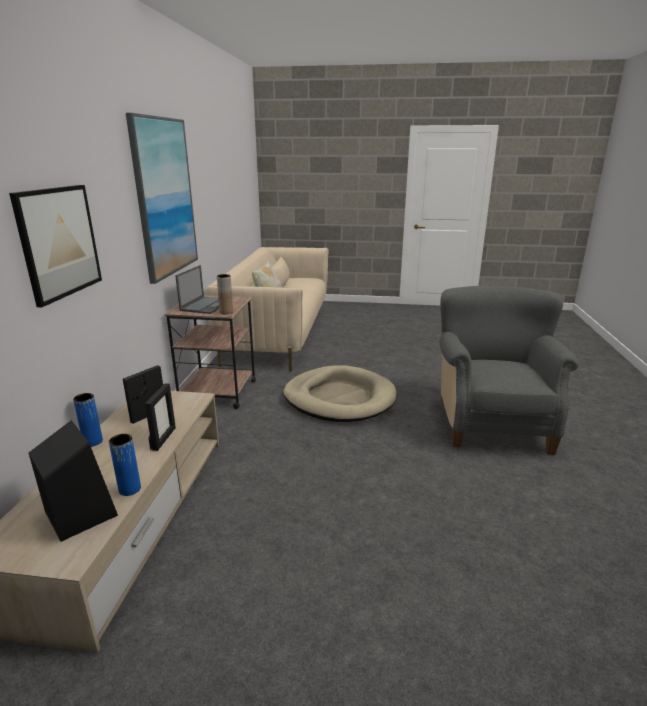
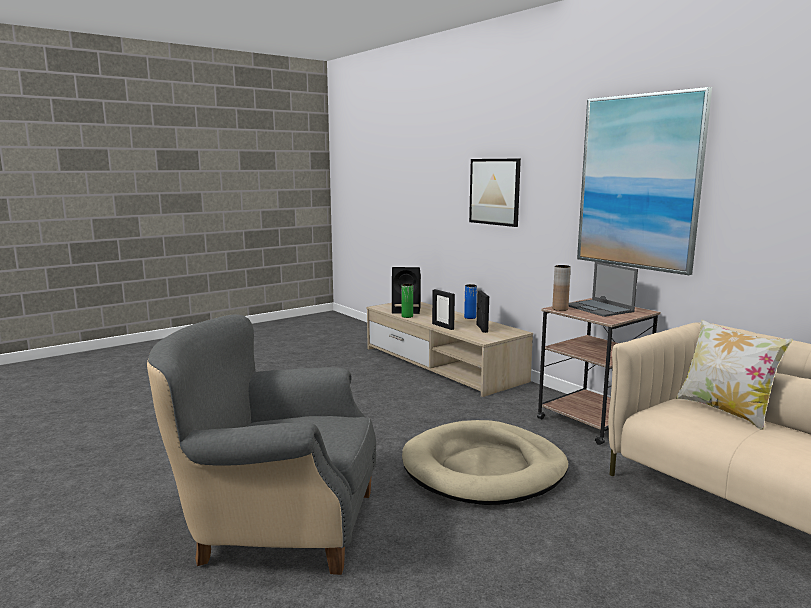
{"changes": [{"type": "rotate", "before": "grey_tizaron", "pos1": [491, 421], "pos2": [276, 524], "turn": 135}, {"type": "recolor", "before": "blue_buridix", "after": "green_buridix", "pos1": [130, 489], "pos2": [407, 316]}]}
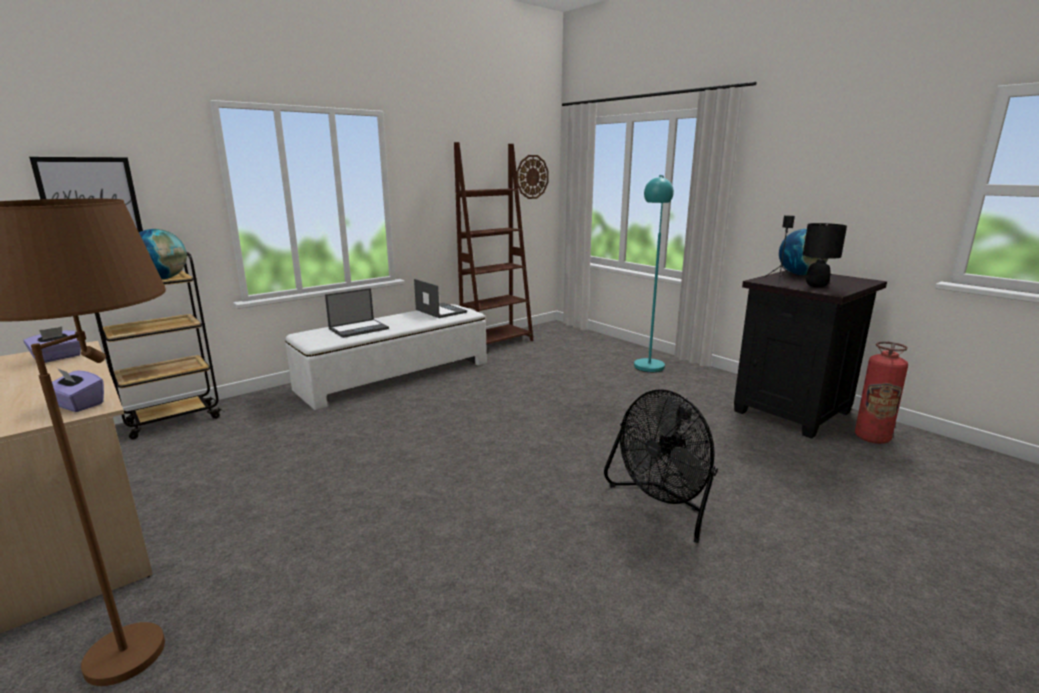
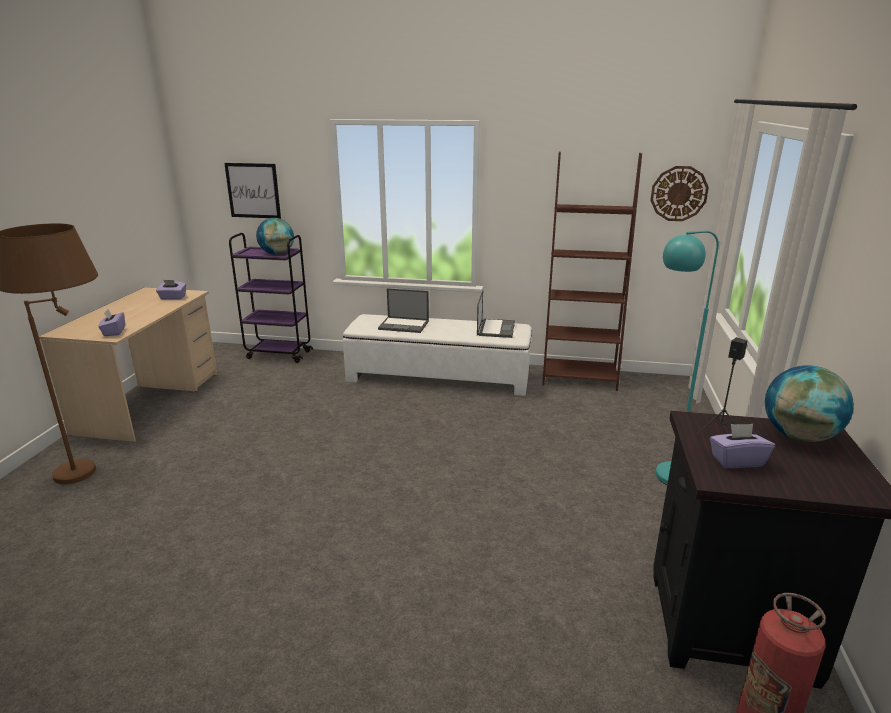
{"changes": [{"type": "recolor", "before": "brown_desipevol", "after": "purple_desipevol", "pos1": [174, 420], "pos2": [280, 355]}, {"type": "replace", "before": "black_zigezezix", "after": "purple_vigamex", "pos1": [817, 286], "pos2": [736, 461]}, {"type": "delete", "before": "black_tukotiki", "pos1": [663, 502]}]}
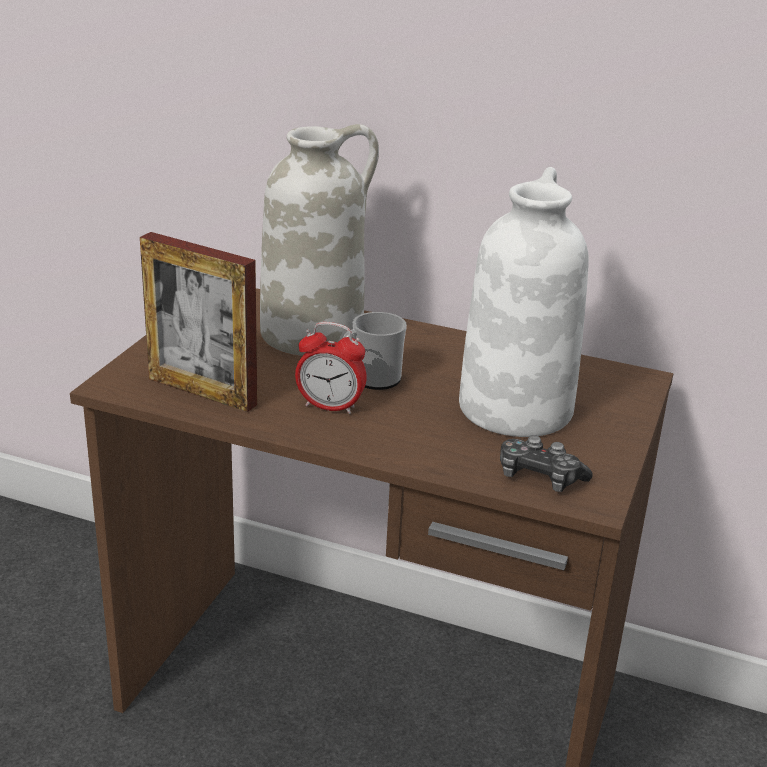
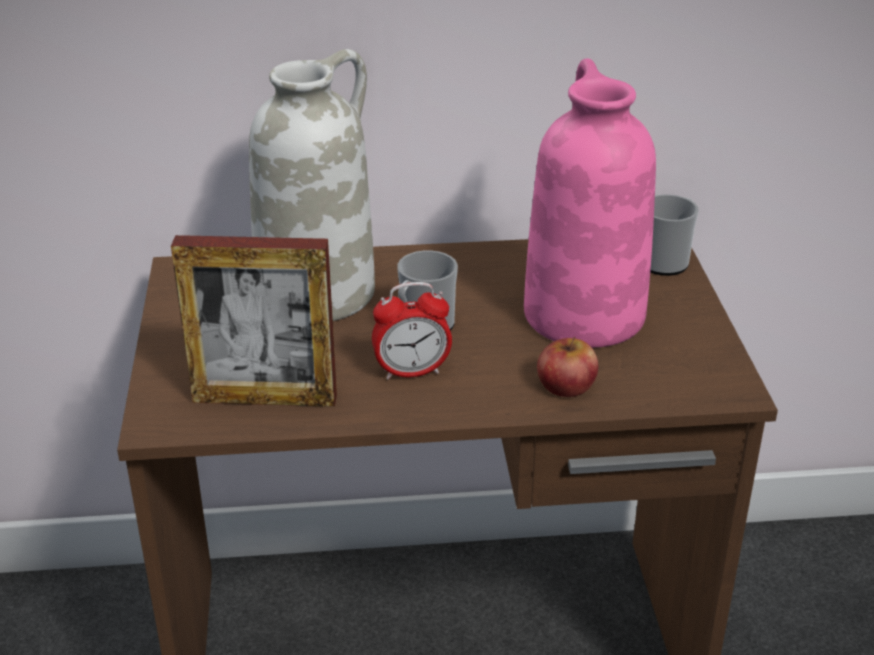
{"changes": [{"type": "recolor", "before": "white_buridix", "after": "pink_buridix", "pos1": [514, 407], "pos2": [582, 313]}, {"type": "insert", "after": "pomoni", "pos2": [566, 385]}, {"type": "insert", "after": "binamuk", "pos2": [667, 260]}, {"type": "delete", "before": "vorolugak", "pos1": [539, 477]}]}
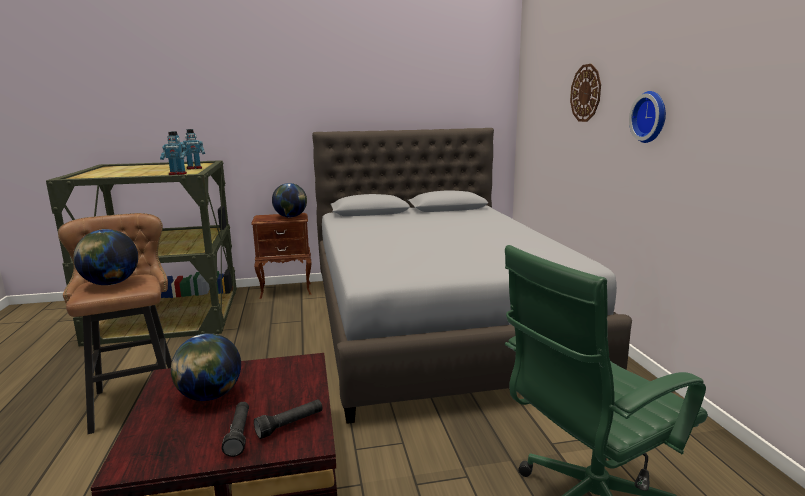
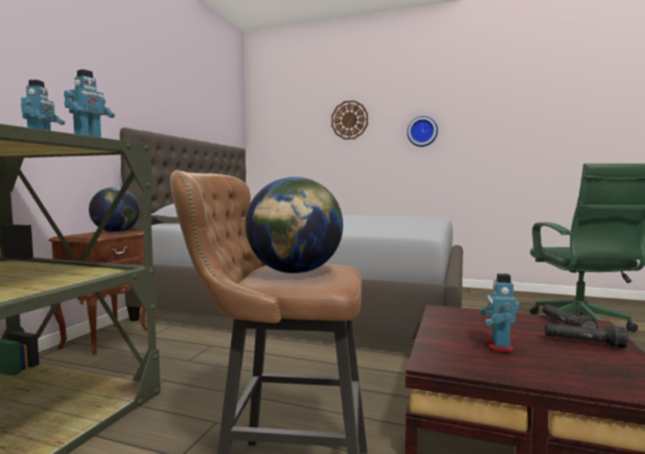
{"changes": [{"type": "replace", "before": "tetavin", "after": "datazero", "pos1": [210, 396], "pos2": [498, 347]}]}
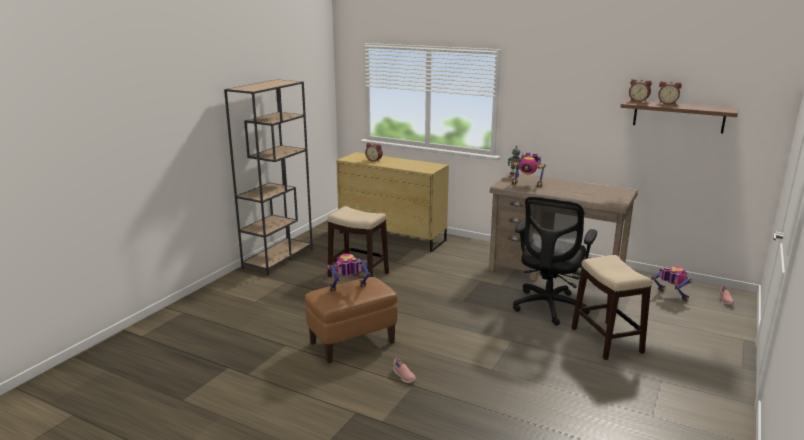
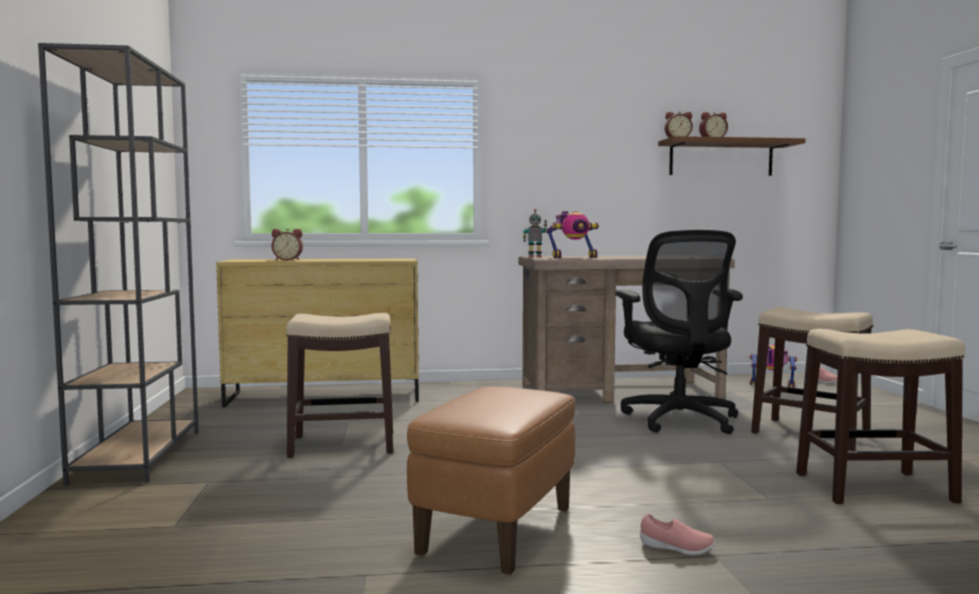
{"changes": [{"type": "insert", "after": "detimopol", "pos2": [872, 487]}, {"type": "delete", "before": "datazero", "pos1": [348, 290]}]}
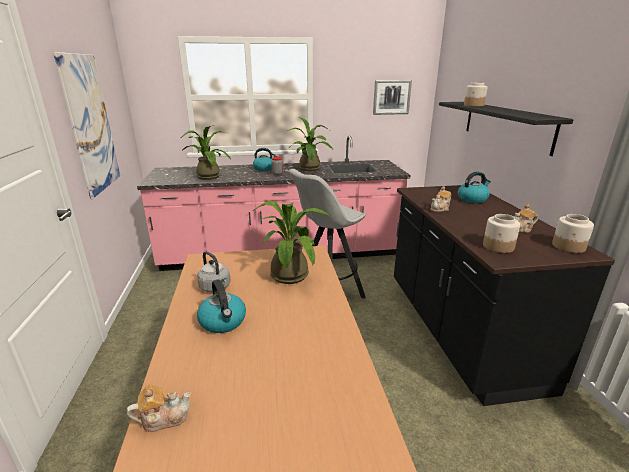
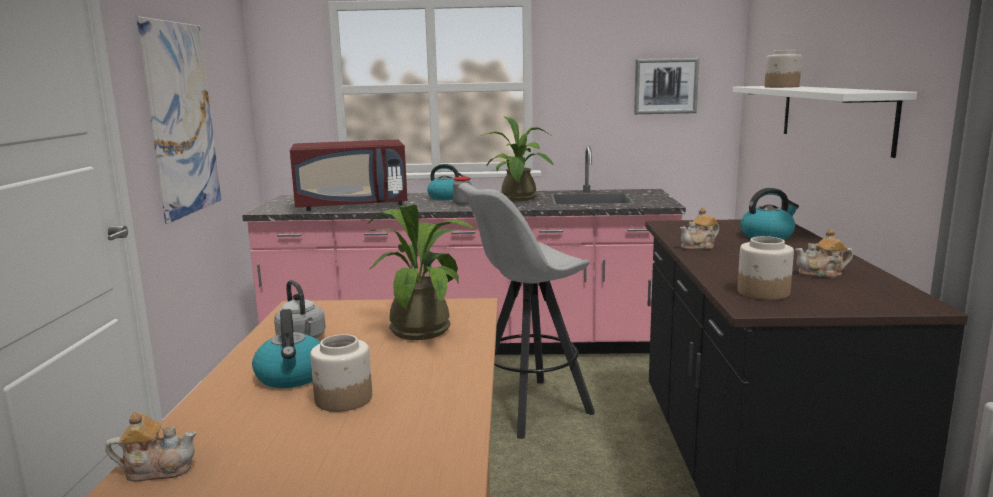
{"changes": [{"type": "replace", "before": "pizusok", "after": "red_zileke", "pos1": [208, 176], "pos2": [352, 205]}, {"type": "move", "before": "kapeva", "pos1": [568, 247], "pos2": [343, 399]}, {"type": "recolor", "before": "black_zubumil", "after": "white_zubumil", "pos1": [506, 125], "pos2": [833, 116]}]}
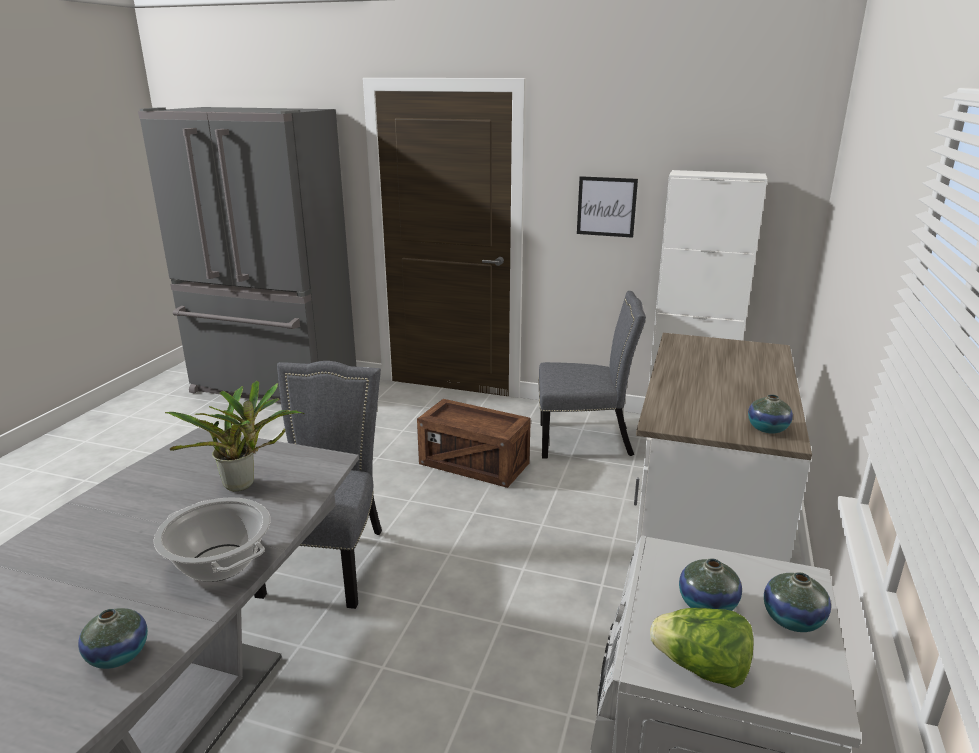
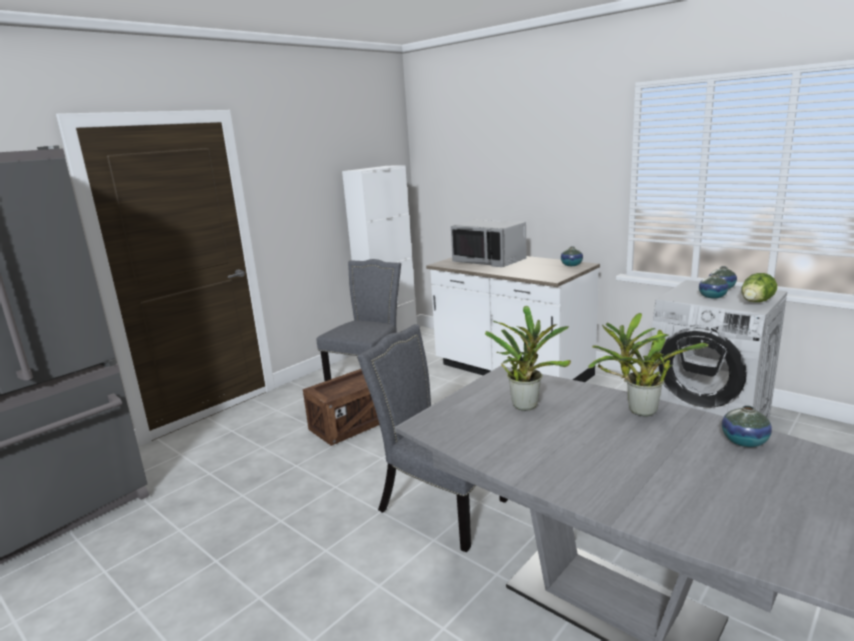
{"changes": [{"type": "insert", "after": "grey_zileke", "pos2": [490, 261]}, {"type": "replace", "before": "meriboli", "after": "pizusok", "pos1": [219, 563], "pos2": [638, 411]}, {"type": "delete", "before": "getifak", "pos1": [606, 206]}]}
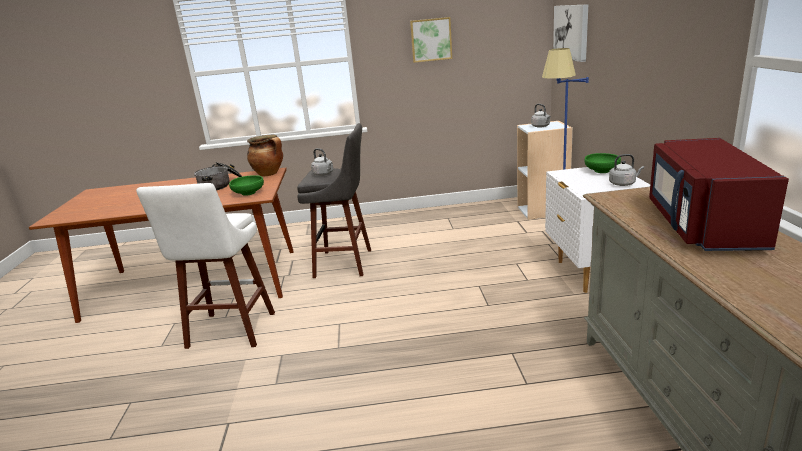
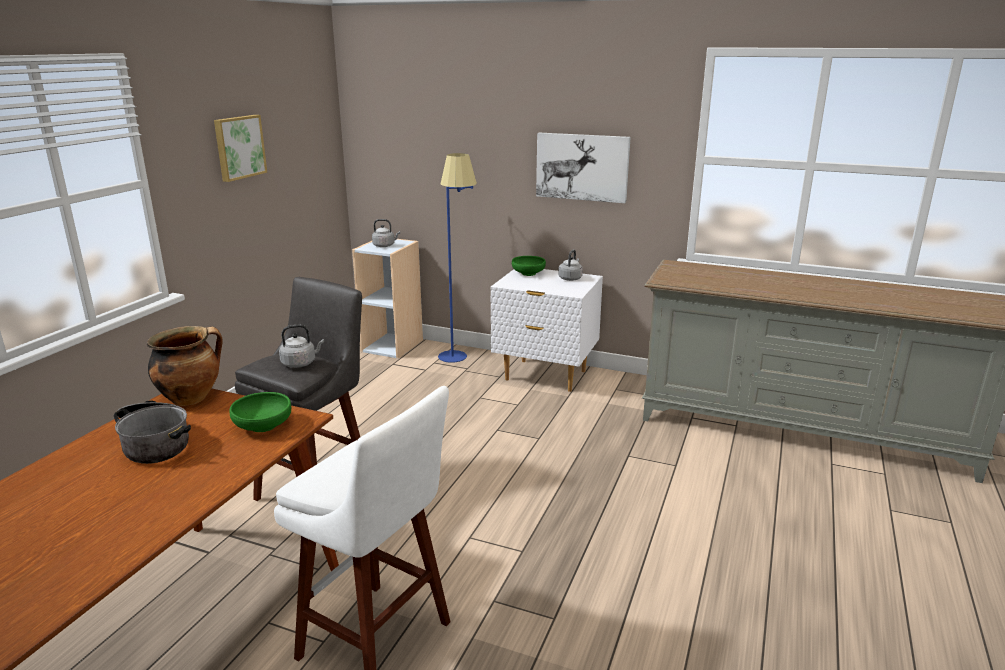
{"changes": [{"type": "move", "before": "getifak", "pos1": [571, 32], "pos2": [582, 167]}, {"type": "delete", "before": "red_zileke", "pos1": [701, 225]}]}
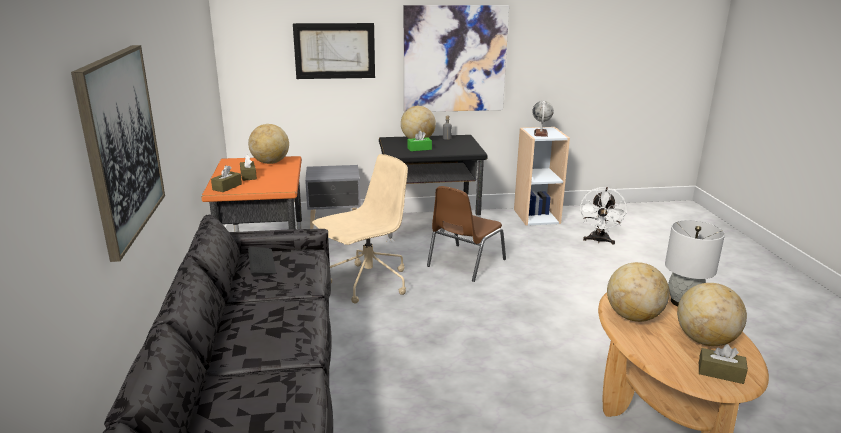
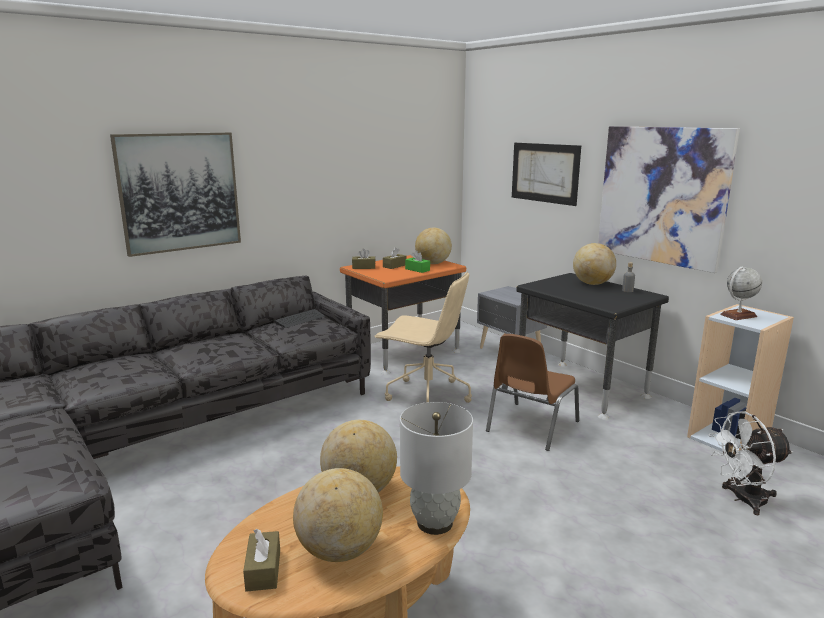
{"changes": [{"type": "move", "before": "green_vigamex", "pos1": [419, 149], "pos2": [417, 269]}, {"type": "rotate", "before": "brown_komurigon", "pos1": [464, 263], "pos2": [530, 426], "turn": -60}]}
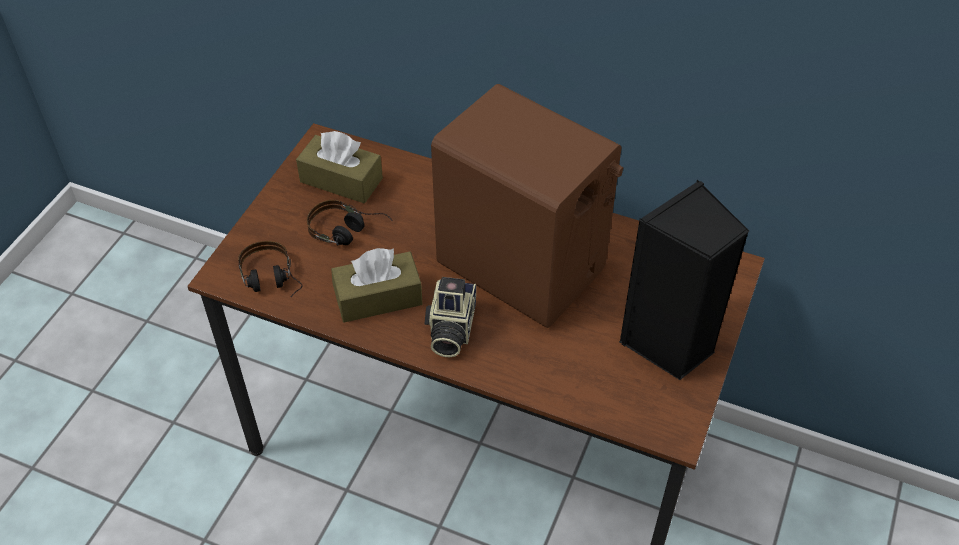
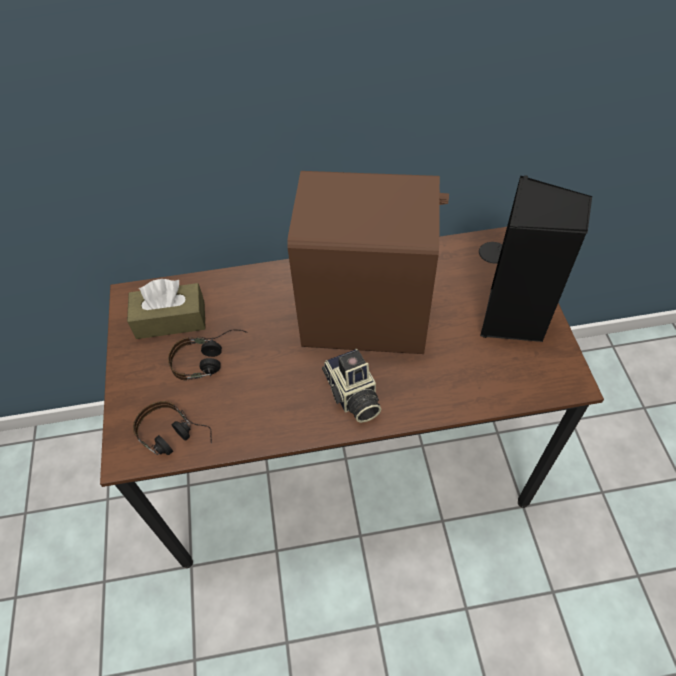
{"changes": [{"type": "delete", "before": "brown_vigamex", "pos1": [378, 298]}]}
